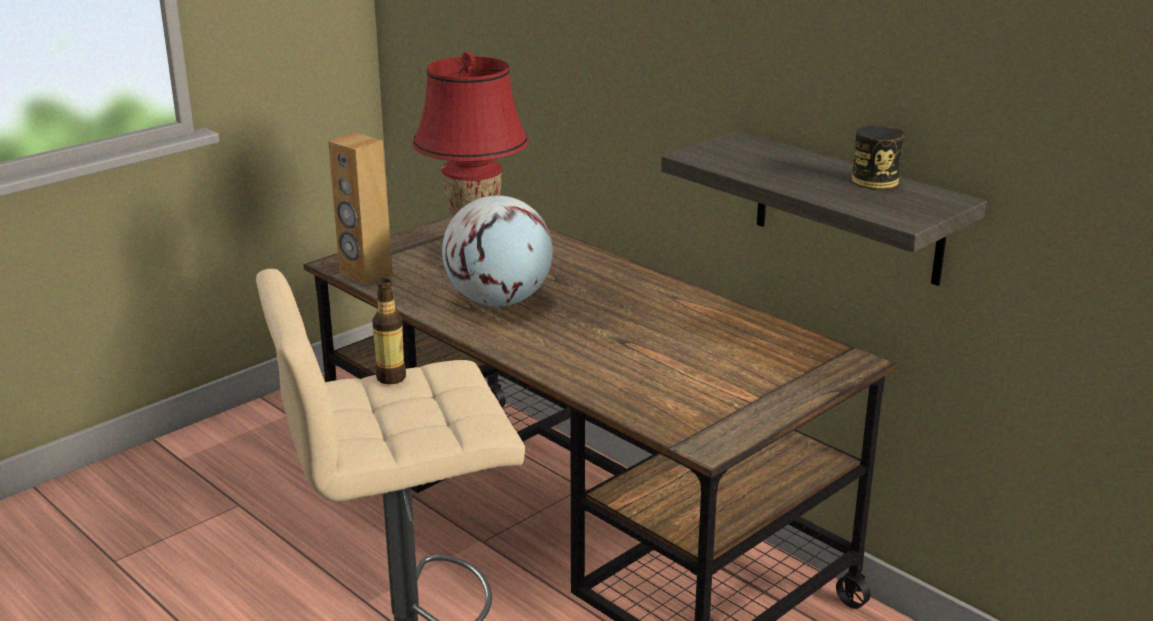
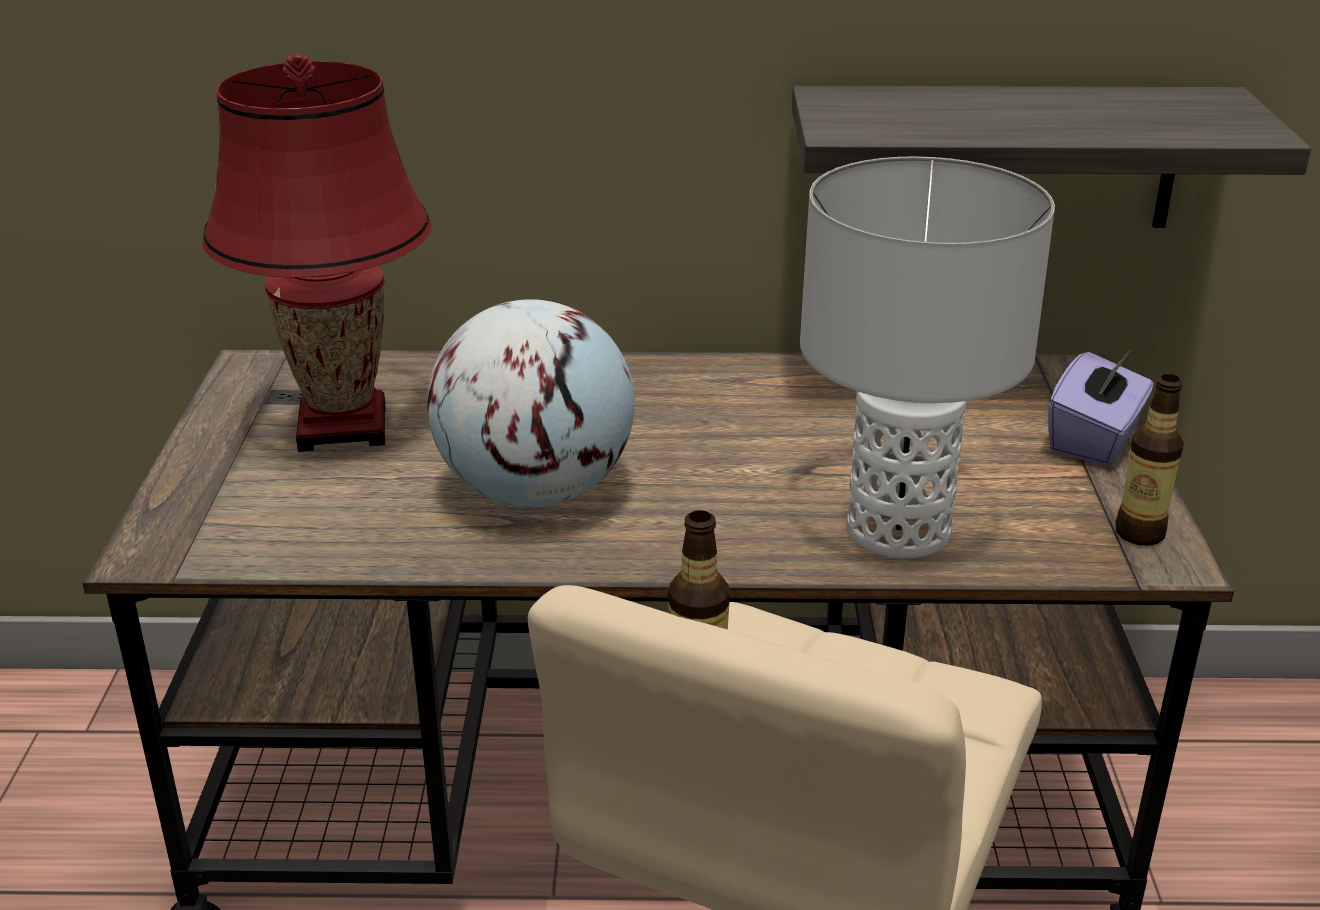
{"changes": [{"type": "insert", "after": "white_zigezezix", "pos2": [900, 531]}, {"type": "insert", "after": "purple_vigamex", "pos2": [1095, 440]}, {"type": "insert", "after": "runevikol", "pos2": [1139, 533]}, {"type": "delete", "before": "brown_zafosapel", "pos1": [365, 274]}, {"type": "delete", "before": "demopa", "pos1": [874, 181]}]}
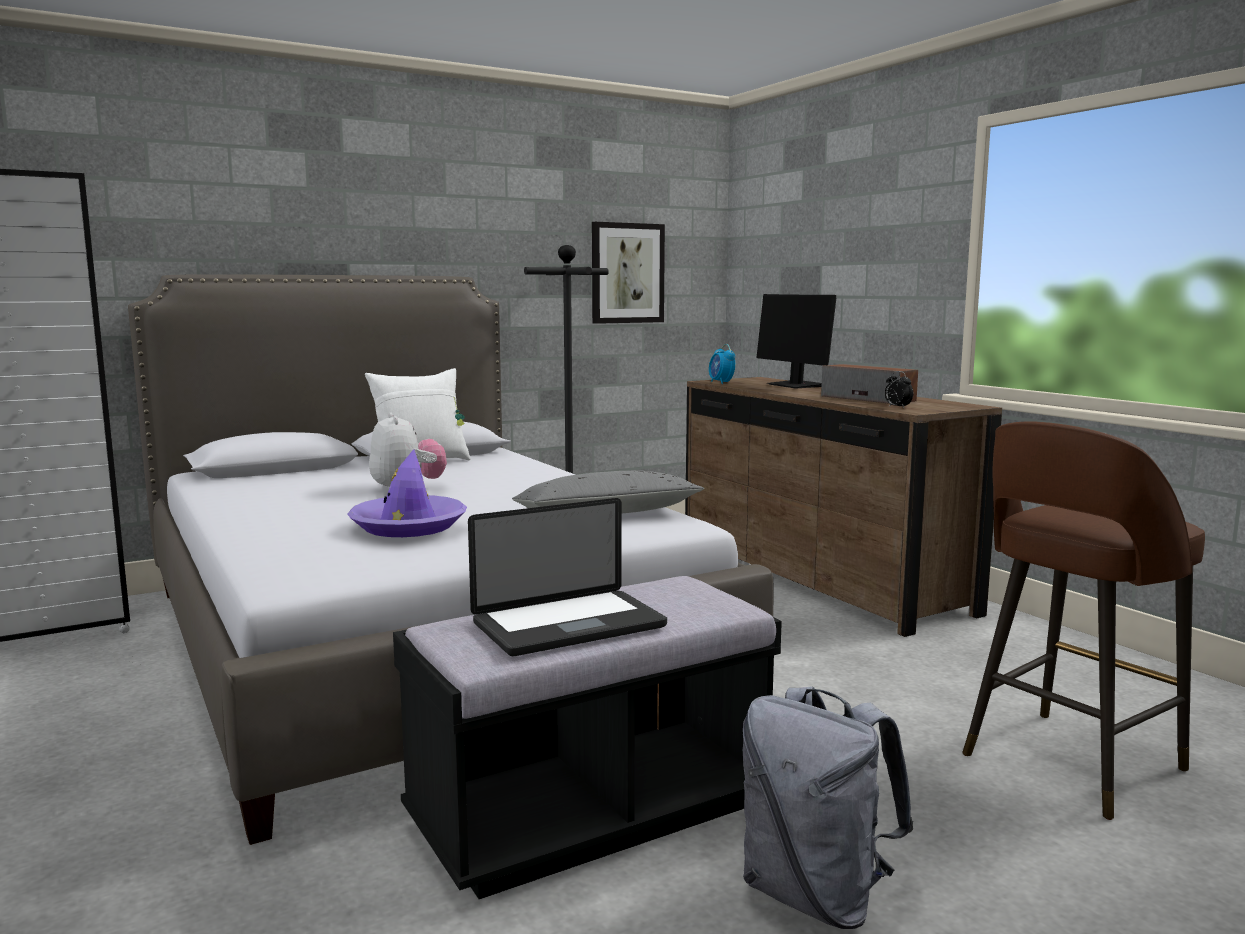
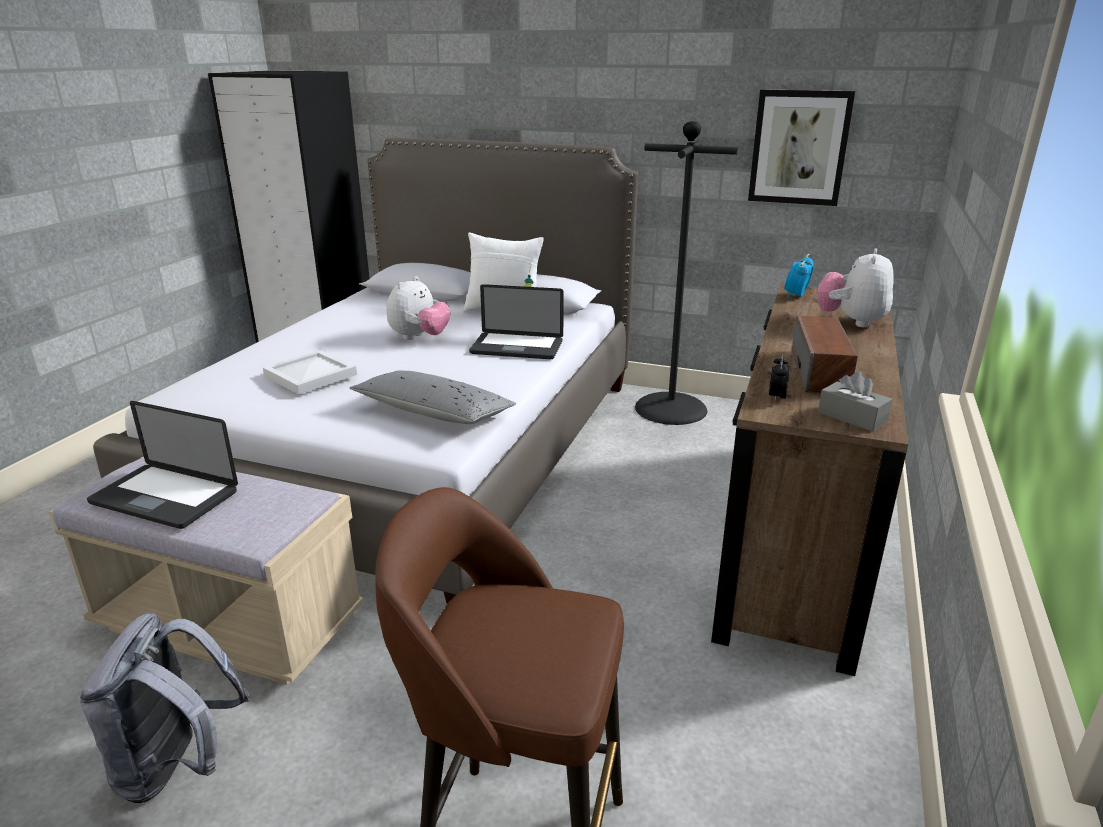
{"changes": [{"type": "recolor", "before": "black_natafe", "after": "beige_natafe", "pos1": [591, 814], "pos2": [230, 623]}, {"type": "replace", "before": "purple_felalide", "after": "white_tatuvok", "pos1": [408, 526], "pos2": [310, 376]}, {"type": "insert", "after": "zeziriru", "pos2": [517, 347]}, {"type": "replace", "before": "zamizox", "after": "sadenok", "pos1": [795, 385], "pos2": [851, 321]}, {"type": "insert", "after": "grey_vigamex", "pos2": [852, 417]}]}
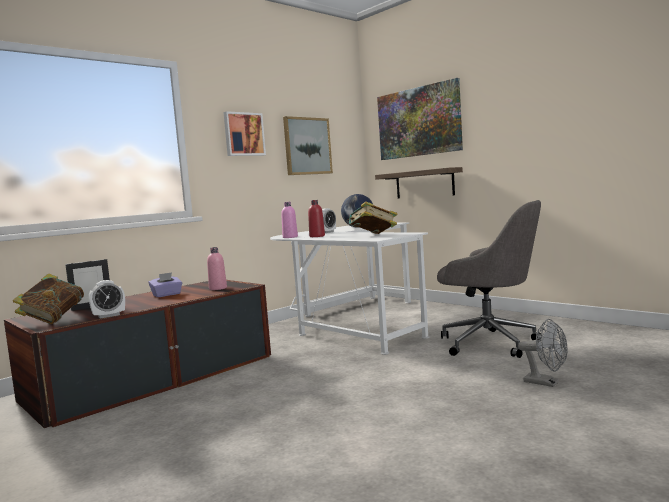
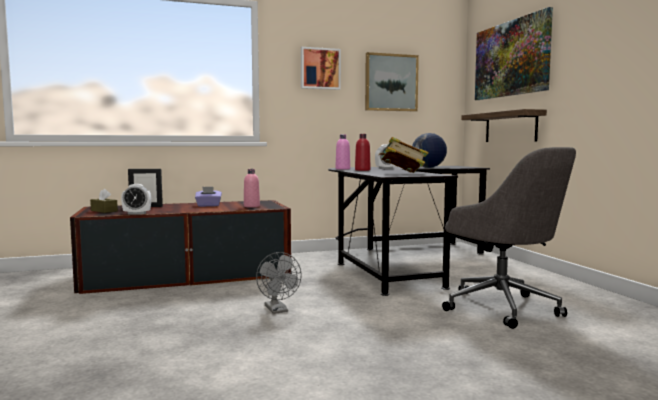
{"changes": [{"type": "replace", "before": "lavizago", "after": "brown_vigamex", "pos1": [53, 319], "pos2": [104, 211]}, {"type": "move", "before": "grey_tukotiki", "pos1": [546, 383], "pos2": [278, 310]}, {"type": "recolor", "before": "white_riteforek", "after": "black_riteforek", "pos1": [352, 321], "pos2": [400, 261]}]}
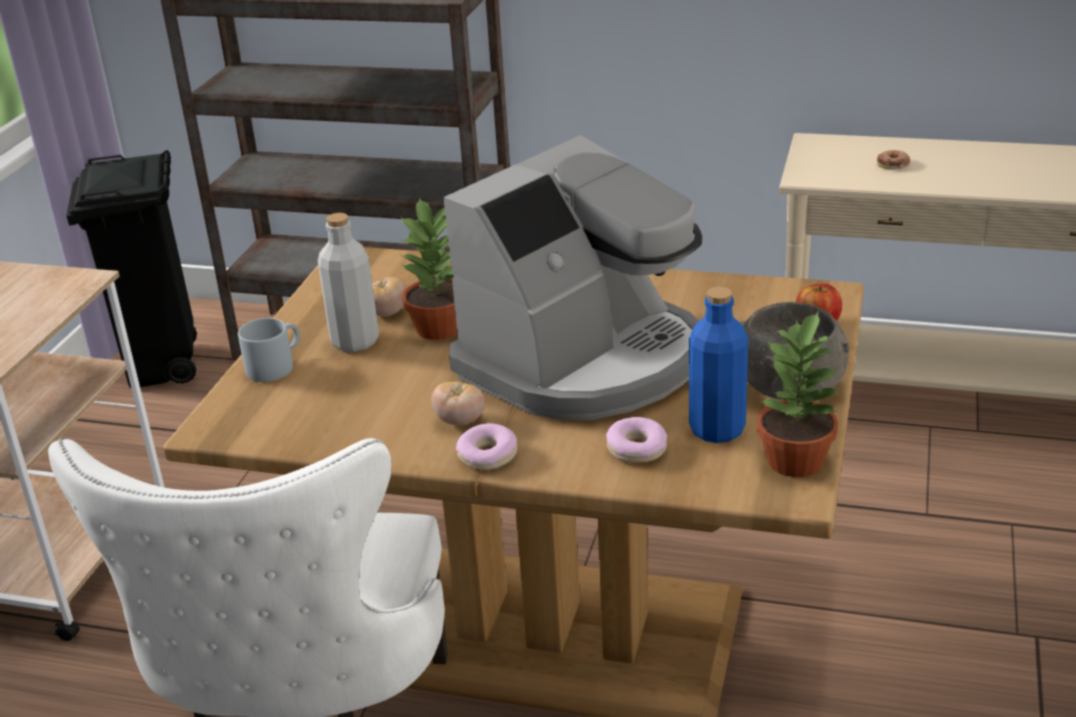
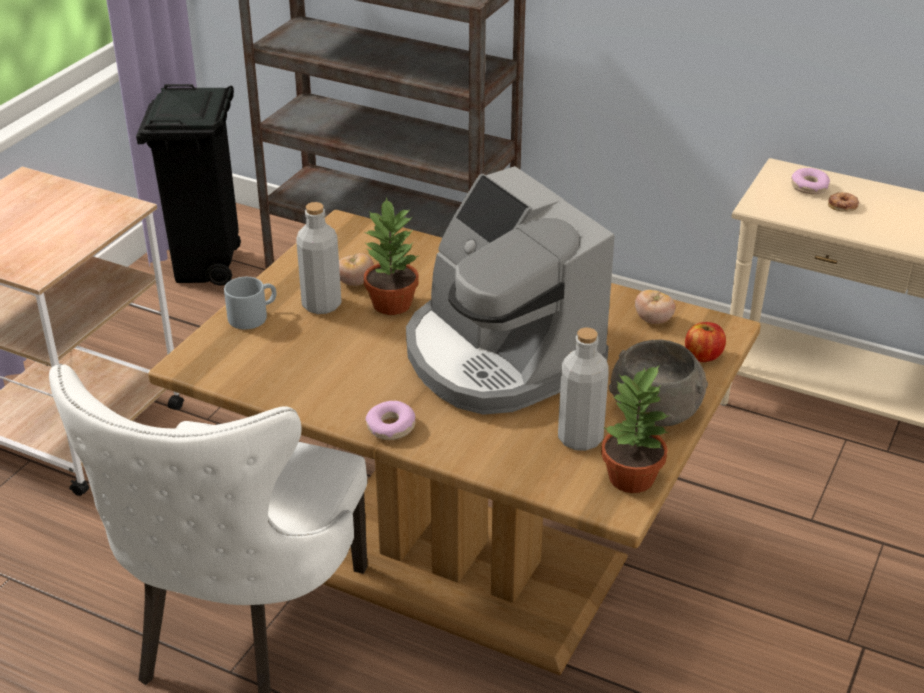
{"changes": [{"type": "rotate", "before": "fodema", "pos1": [586, 361], "pos2": [499, 356], "turn": 90}, {"type": "recolor", "before": "blue_runevikol", "after": "grey_runevikol", "pos1": [717, 429], "pos2": [580, 438]}, {"type": "move", "before": "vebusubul", "pos1": [459, 421], "pos2": [653, 320]}, {"type": "move", "before": "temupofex", "pos1": [636, 449], "pos2": [809, 187]}]}
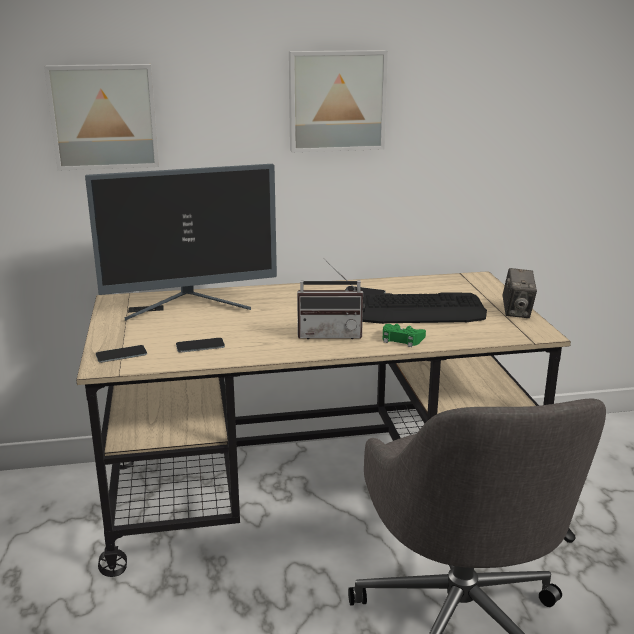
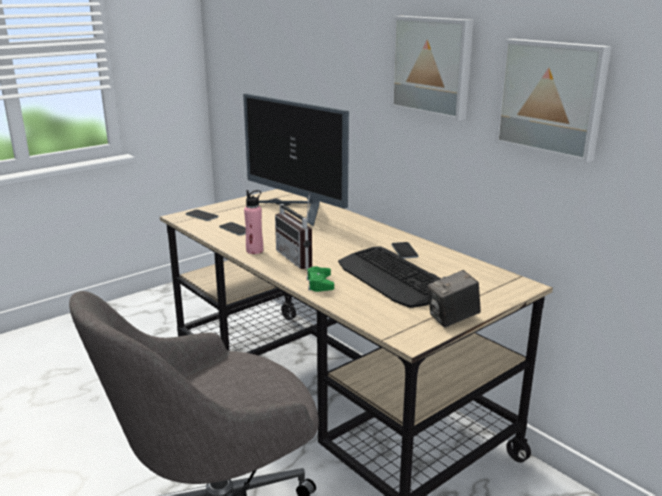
{"changes": [{"type": "insert", "after": "pink_runevikol", "pos2": [254, 250]}, {"type": "move", "before": "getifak", "pos1": [104, 116], "pos2": [552, 97]}]}
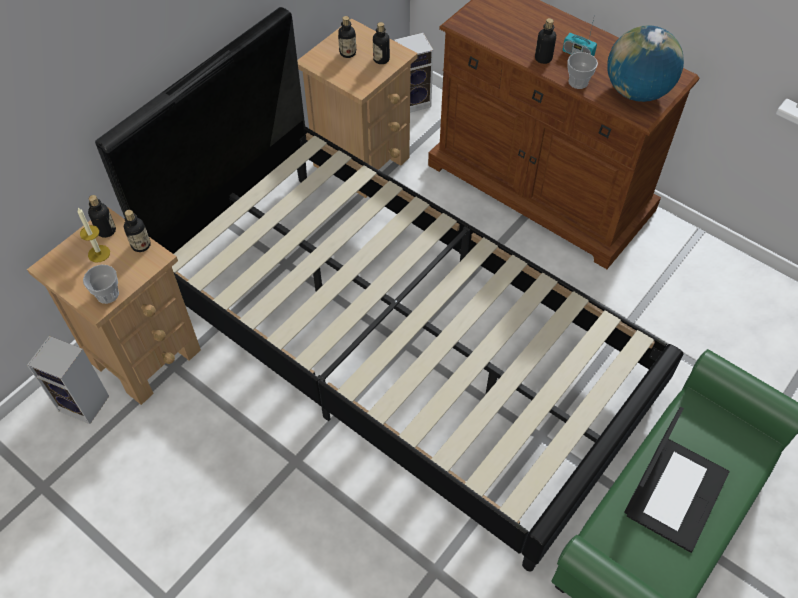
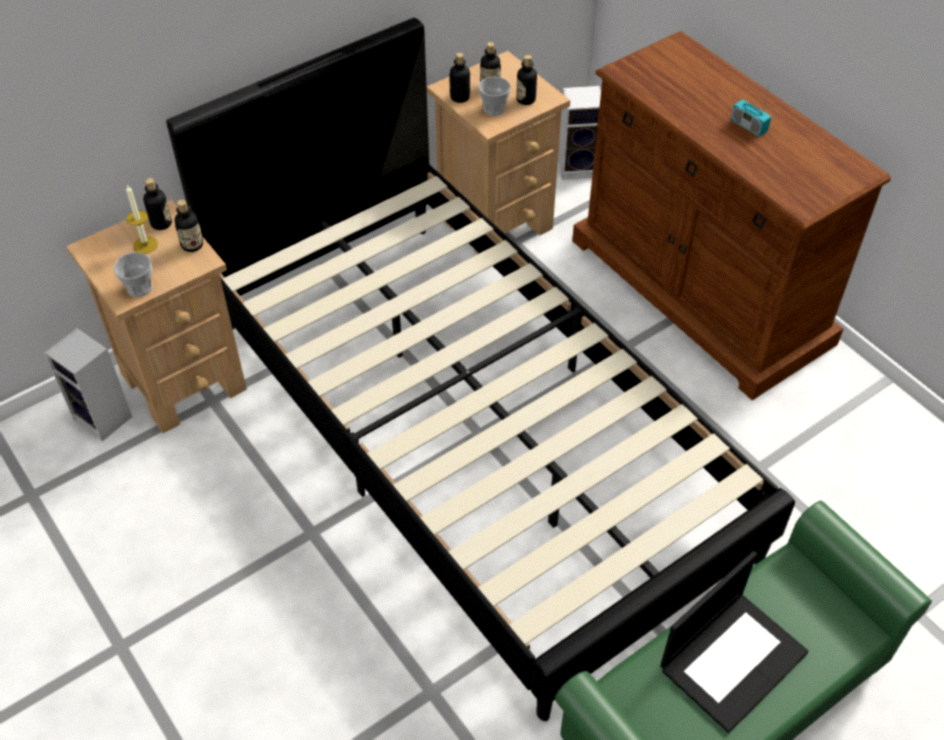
{"changes": [{"type": "move", "before": "runevikol", "pos1": [543, 58], "pos2": [460, 97]}, {"type": "move", "before": "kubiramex", "pos1": [578, 82], "pos2": [494, 109]}, {"type": "delete", "before": "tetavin", "pos1": [636, 92]}]}
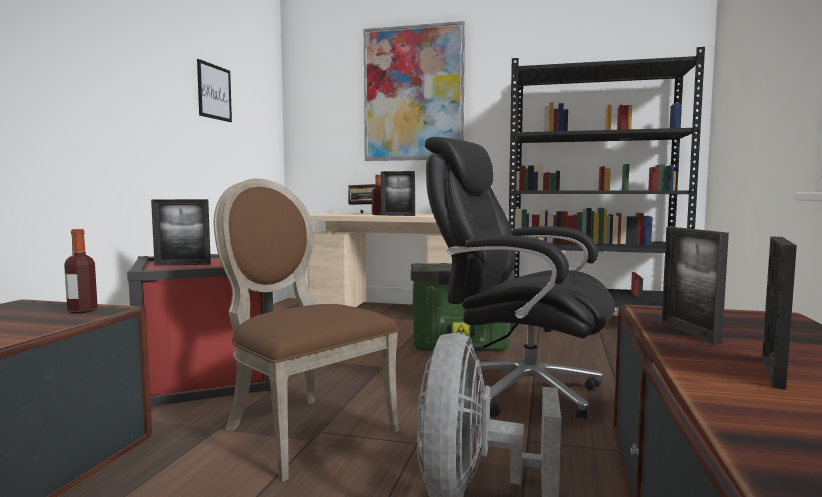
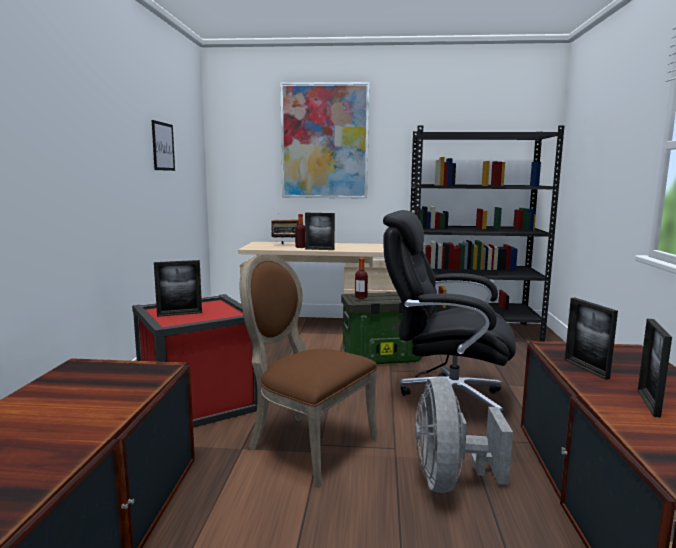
{"changes": [{"type": "move", "before": "runevikol", "pos1": [82, 311], "pos2": [361, 297]}]}
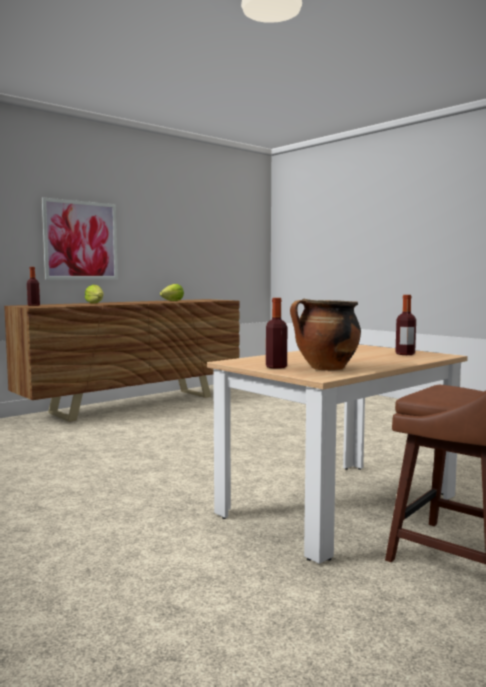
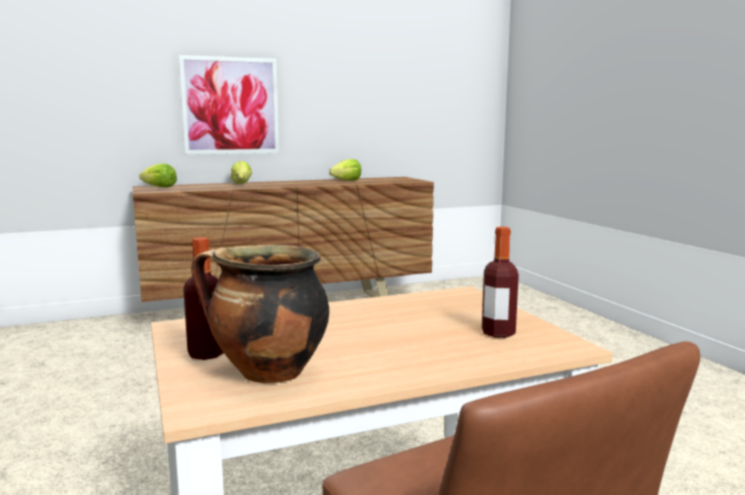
{"changes": [{"type": "replace", "before": "runevikol", "after": "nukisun", "pos1": [33, 305], "pos2": [159, 187]}]}
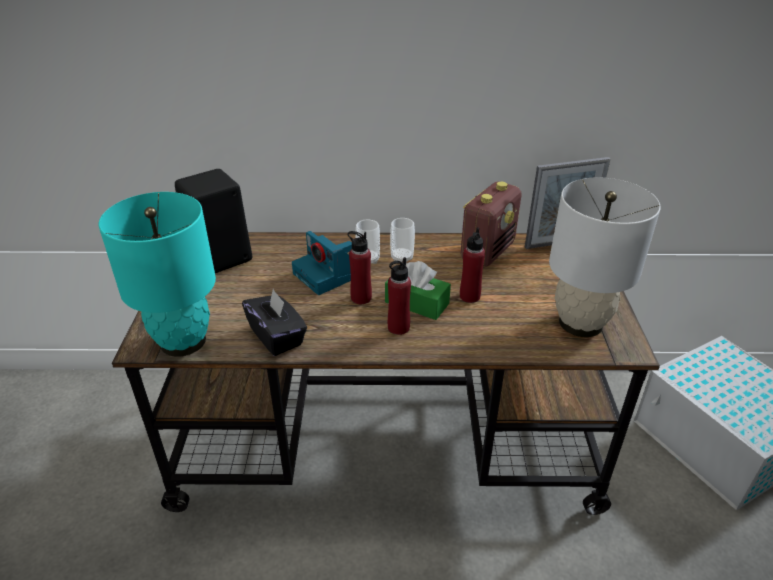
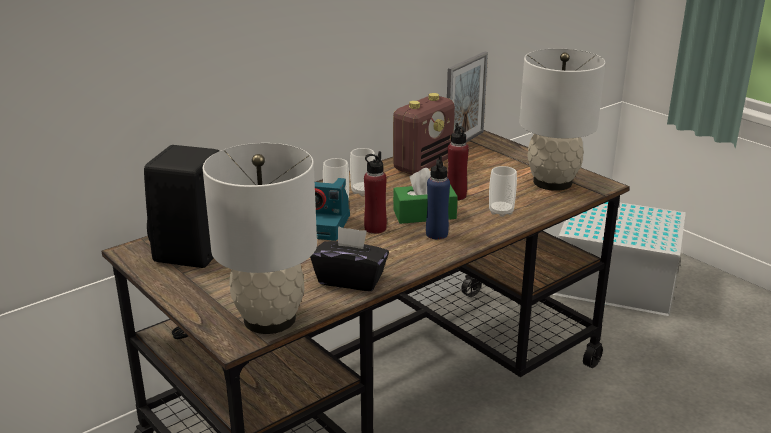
{"changes": [{"type": "recolor", "before": "turquoise_zigezezix", "after": "white_zigezezix", "pos1": [183, 341], "pos2": [269, 319]}, {"type": "rotate", "before": "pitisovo", "pos1": [487, 252], "pos2": [423, 164], "turn": 45}, {"type": "recolor", "before": "red_runevikol", "after": "blue_runevikol", "pos1": [398, 327], "pos2": [436, 234]}, {"type": "insert", "after": "kubiramex", "pos2": [501, 211]}]}
